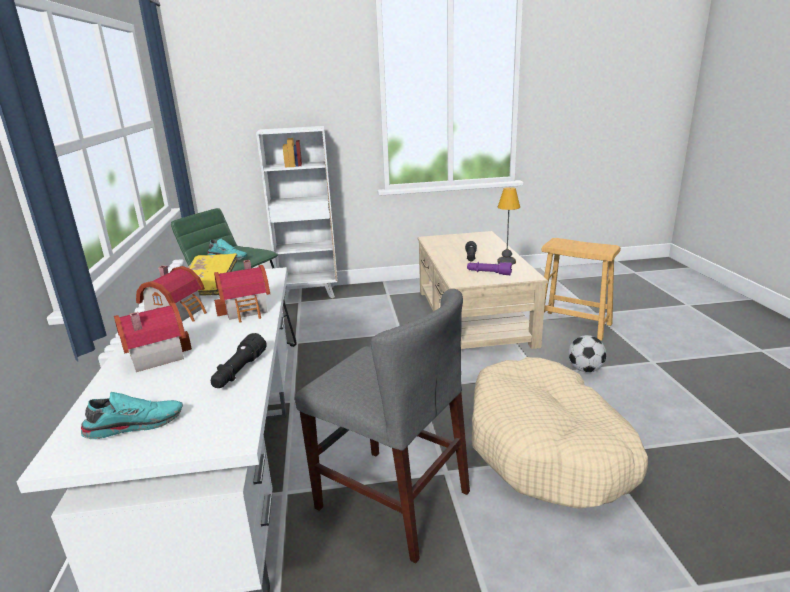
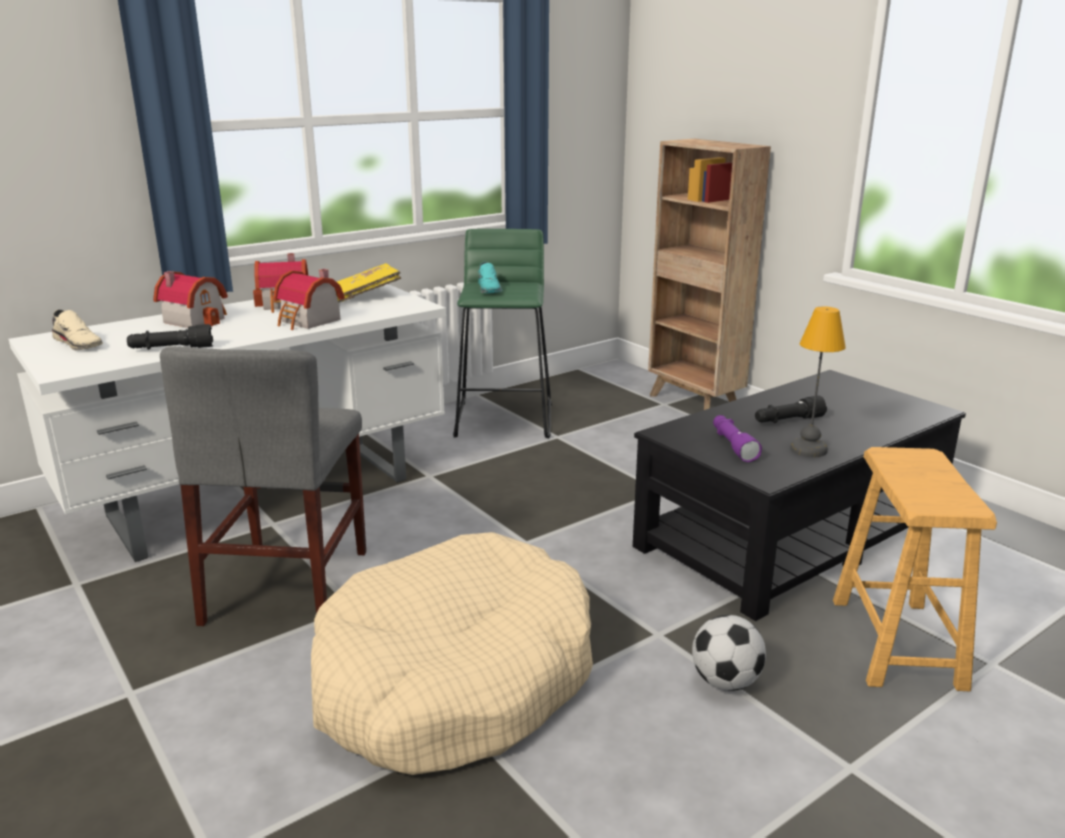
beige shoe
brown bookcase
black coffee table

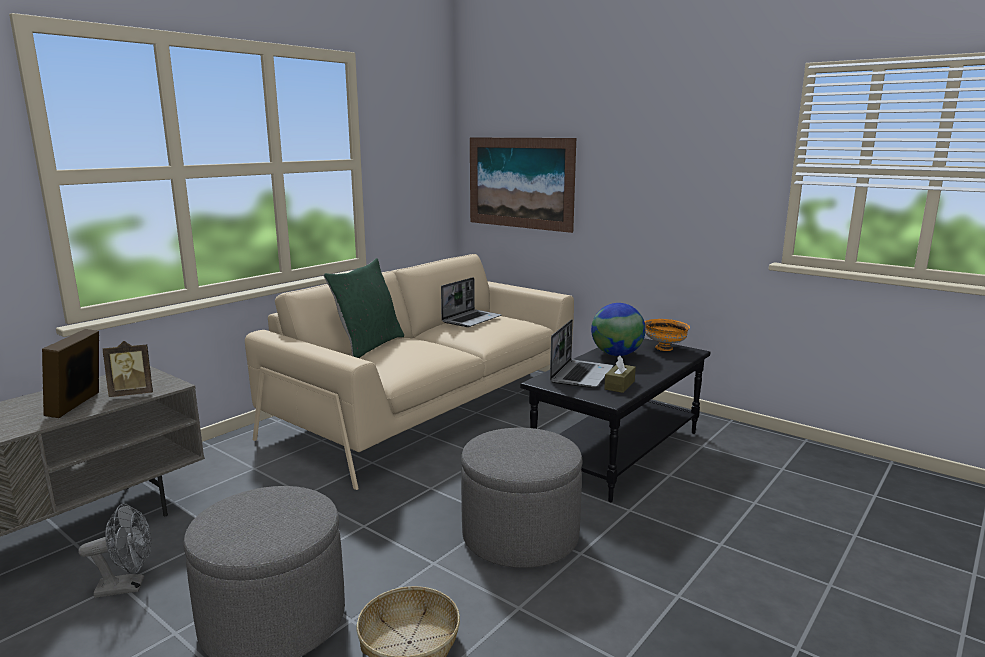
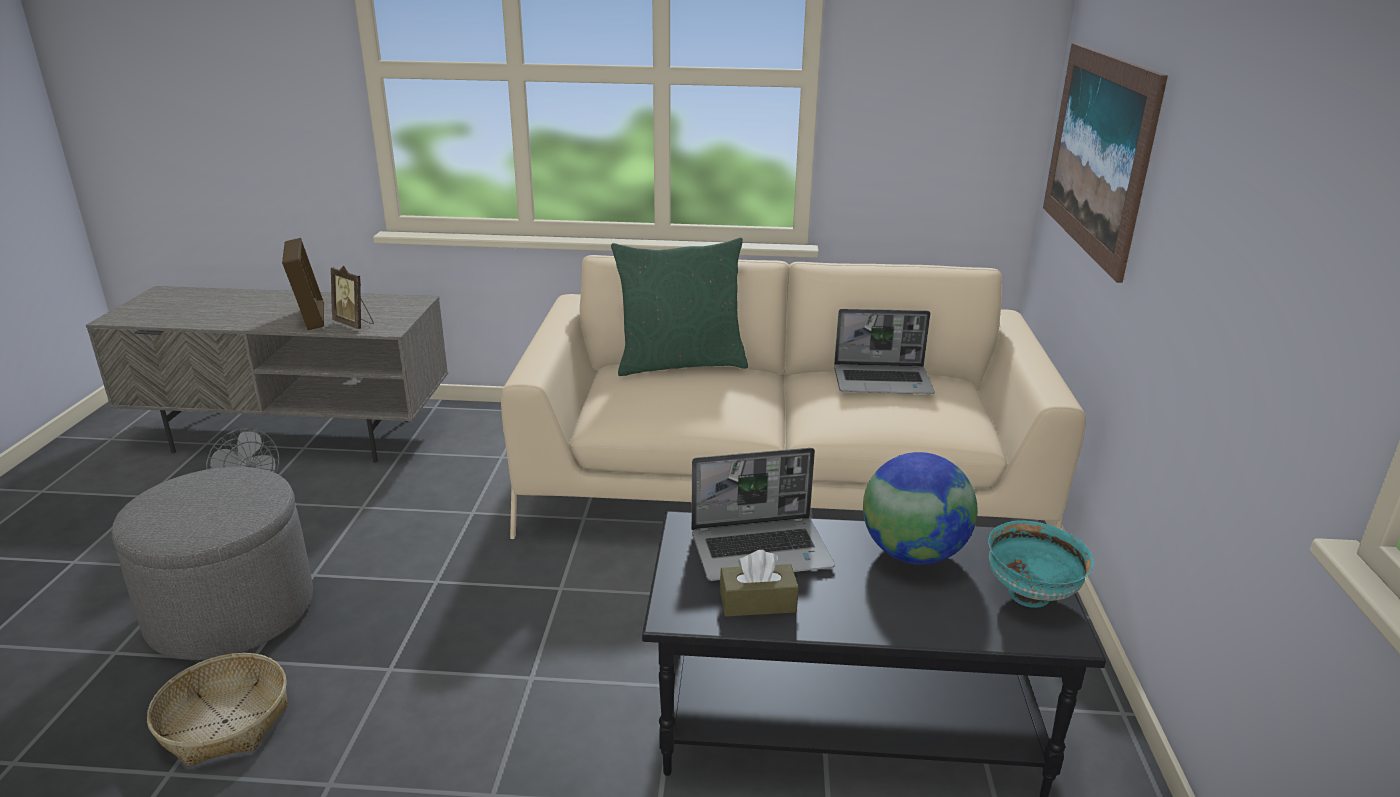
grey ottoman (2nd from left in the first image)
turquoise bowl
picture frame (1st from left)

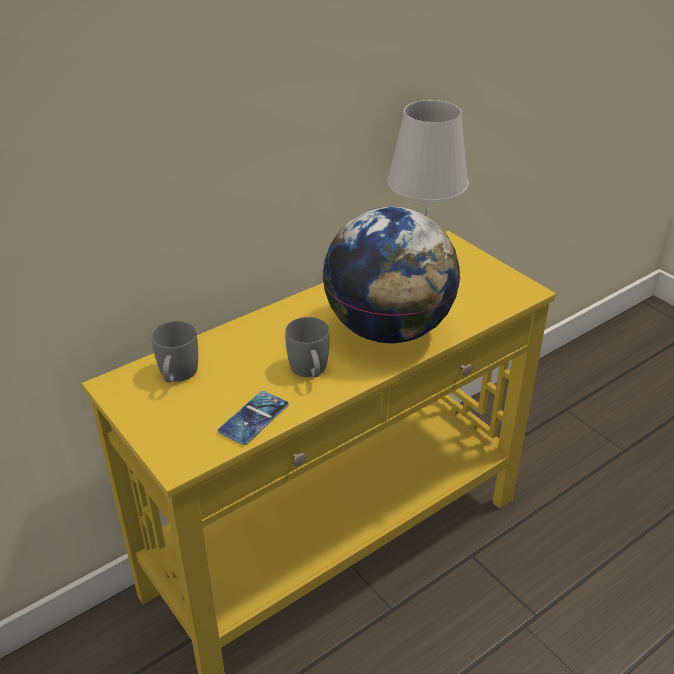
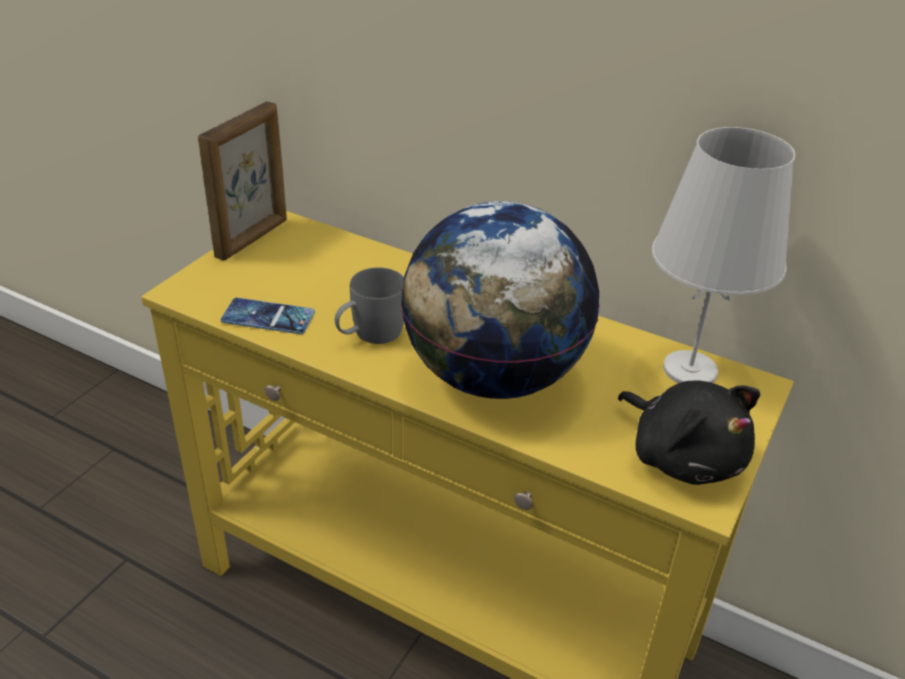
grey mug (1st from left in the first image)
picture frame
black plush toy

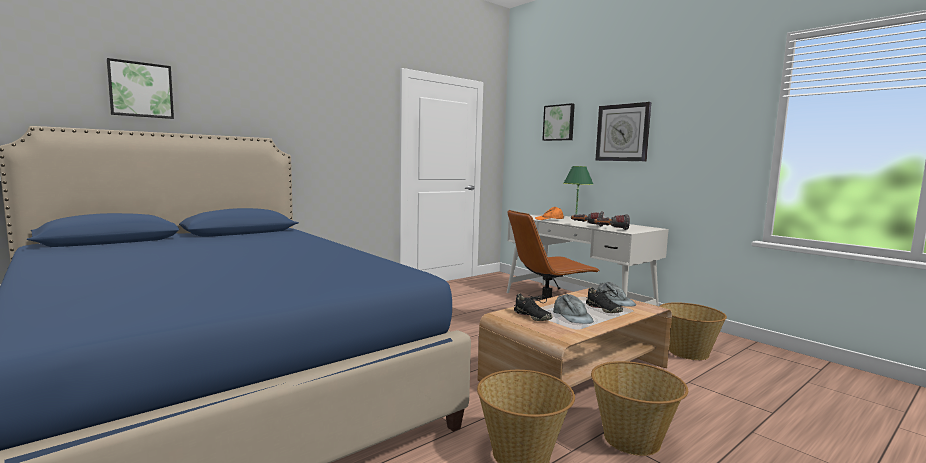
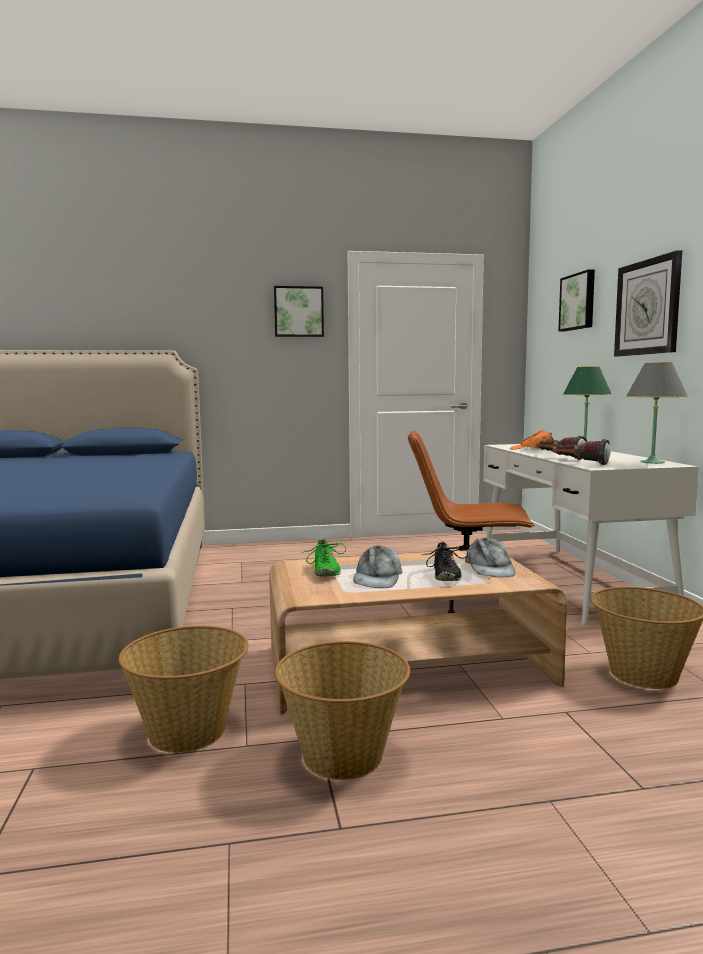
grey table lamp
picture (1st from left)
green shoe

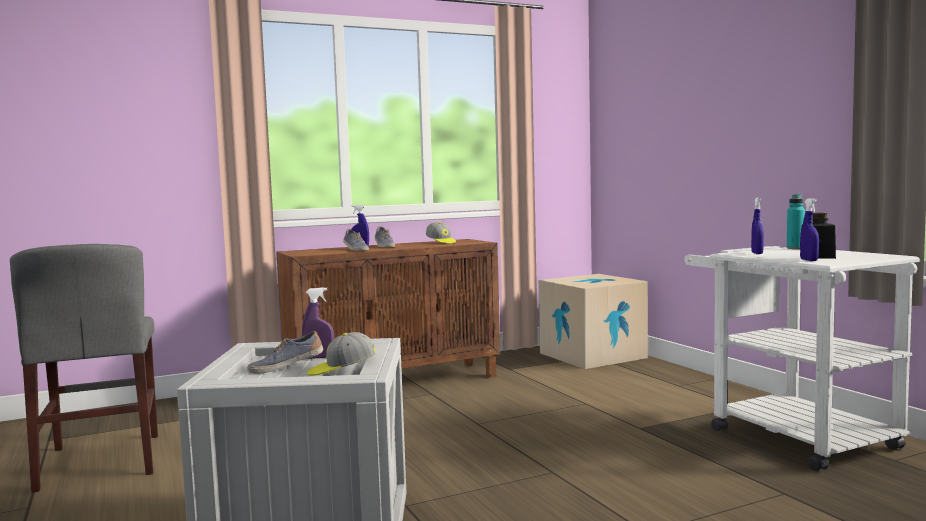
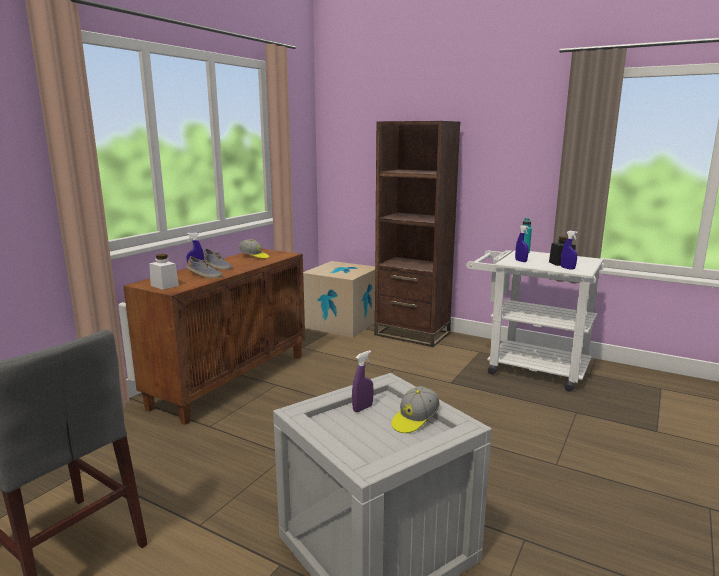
shoe (1st from left in the first image)
white jar
brown bookcase

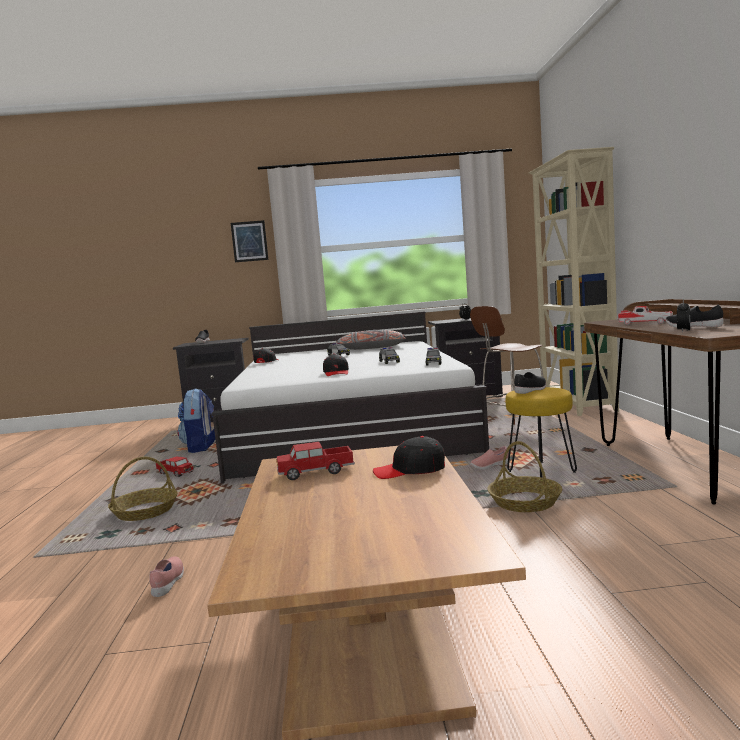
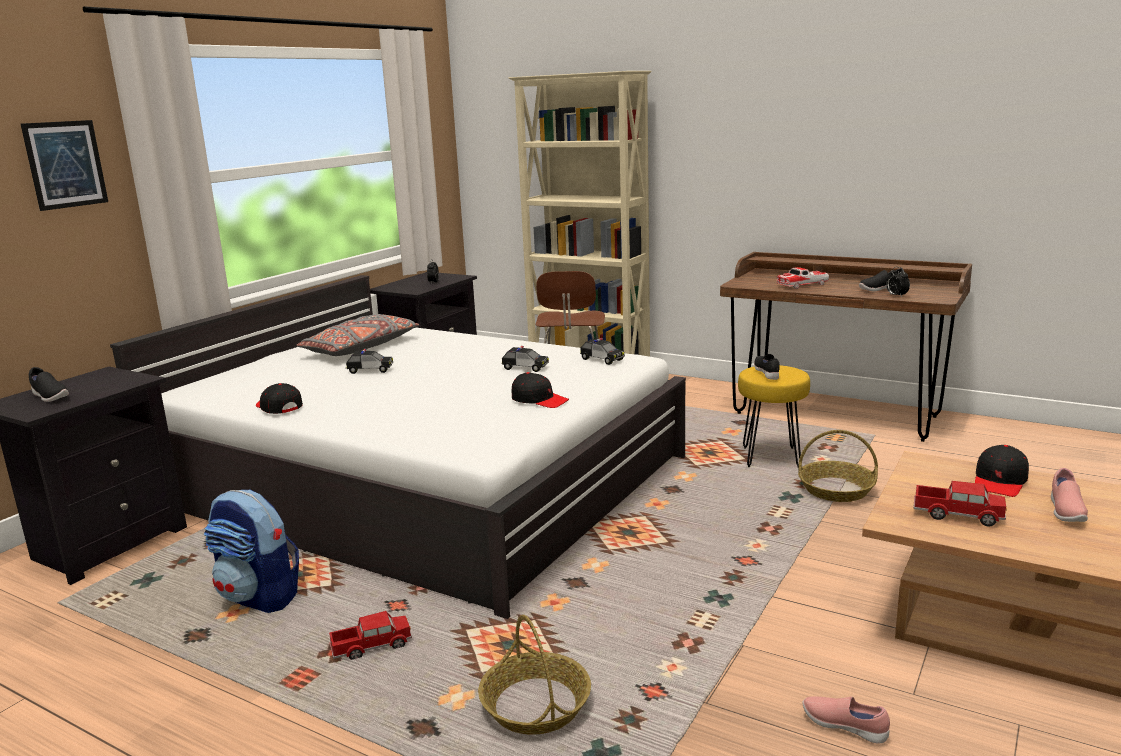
pink shoe (2nd from left)
toy truck (2nd from left)

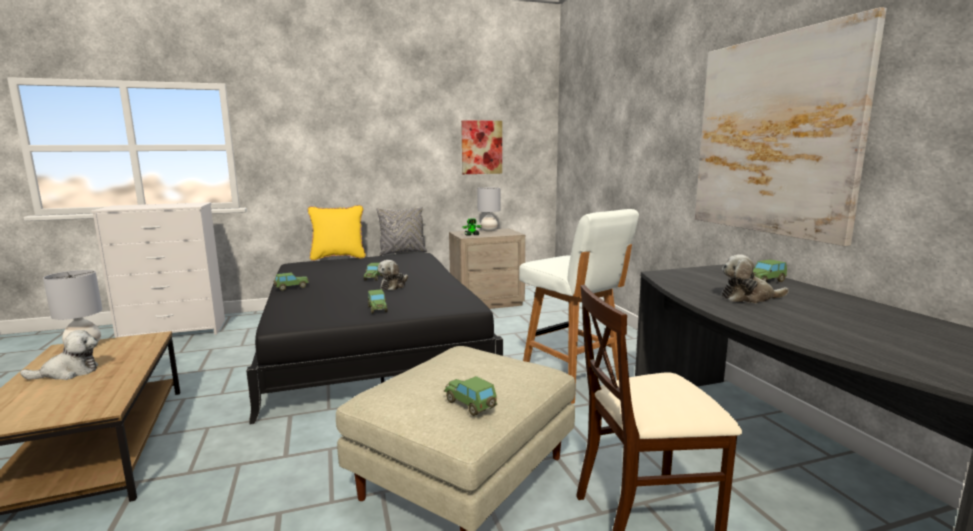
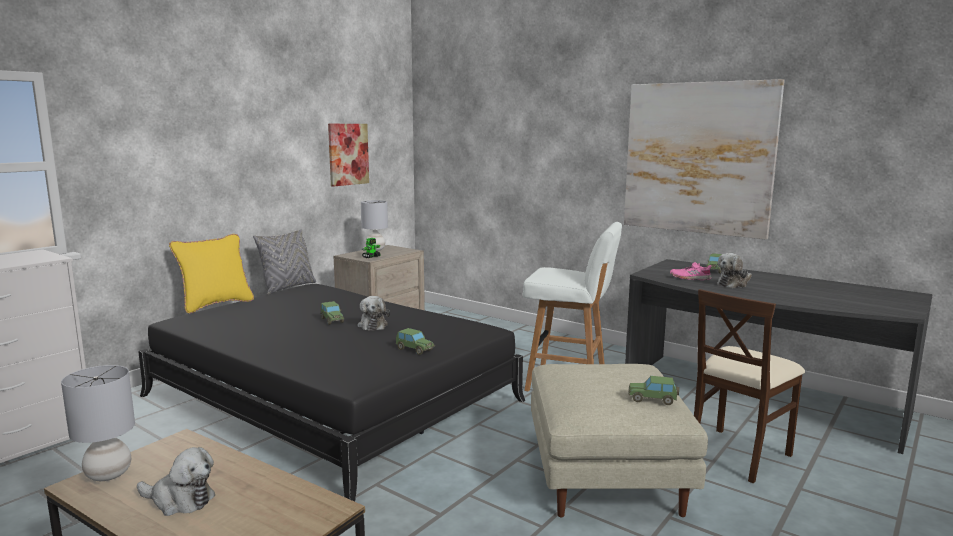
toy car (1st from left in the first image)
pink shoe
plush toy (1st from left)

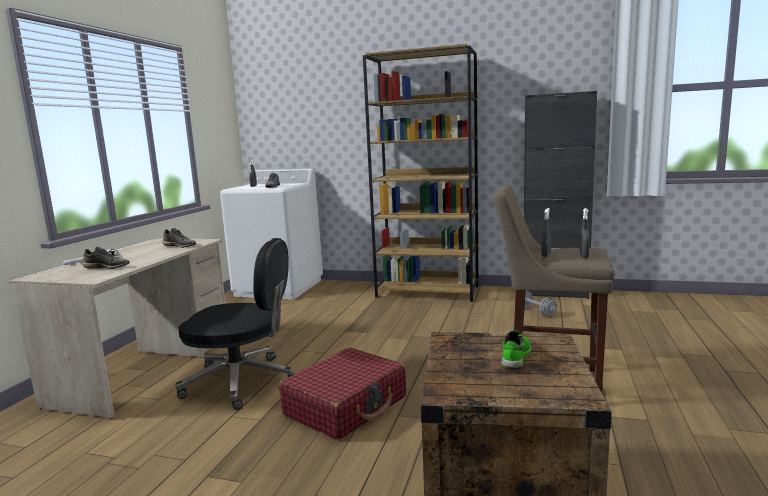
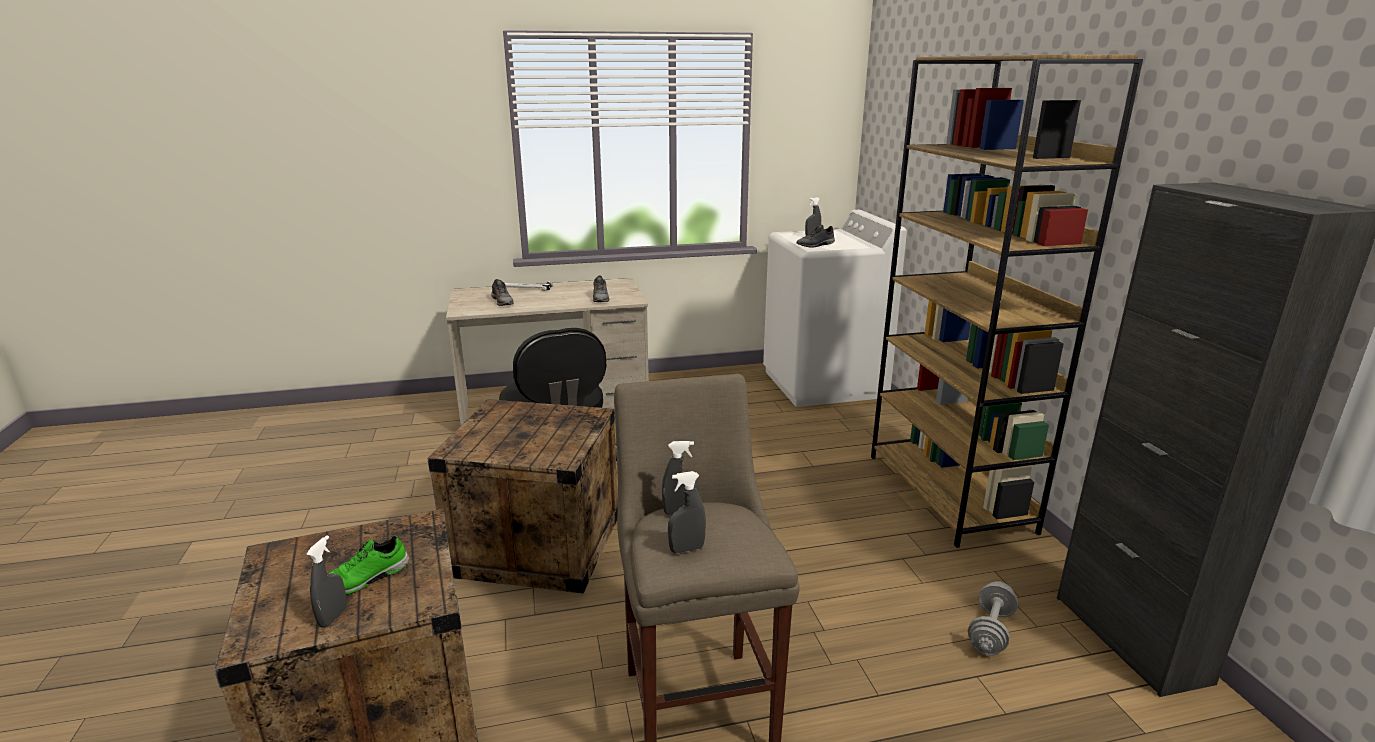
grey spray bottle (1st from left)
crate (2nd from left)
green shoe

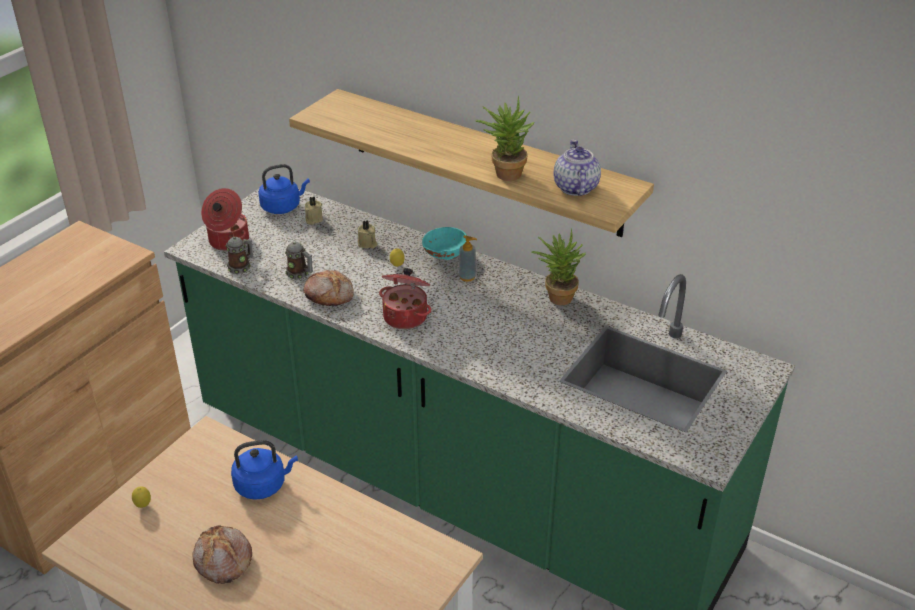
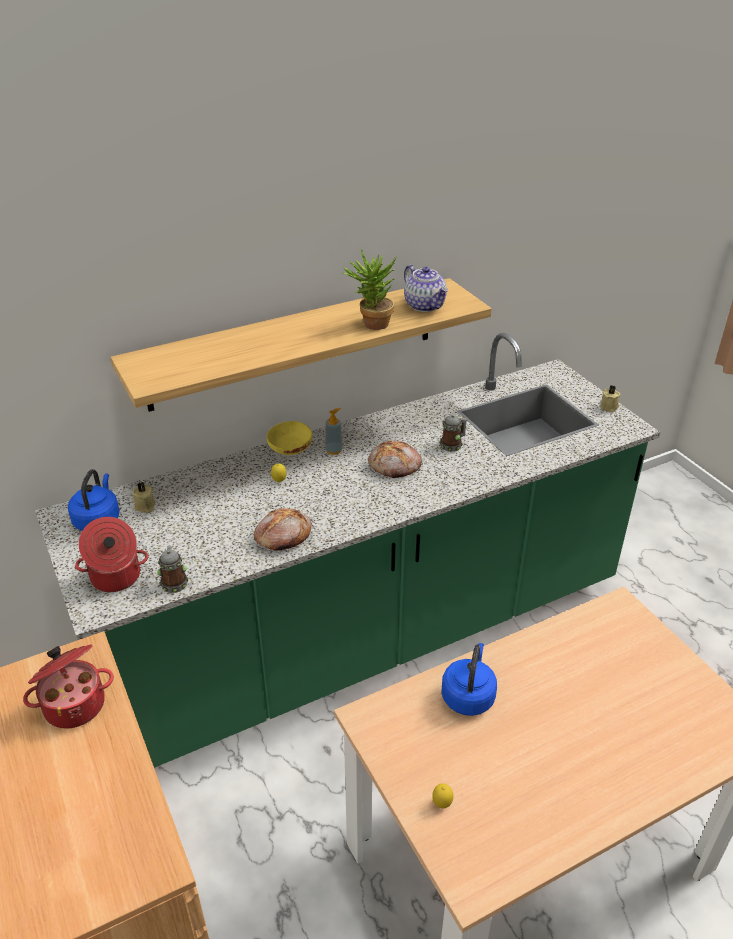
potted plant (2nd from left in the first image)
bread (2nd from left)
mug (2nd from left)
beige candle (2nd from left)
cooking pot (1st from left)
yellow bowl
teapot

